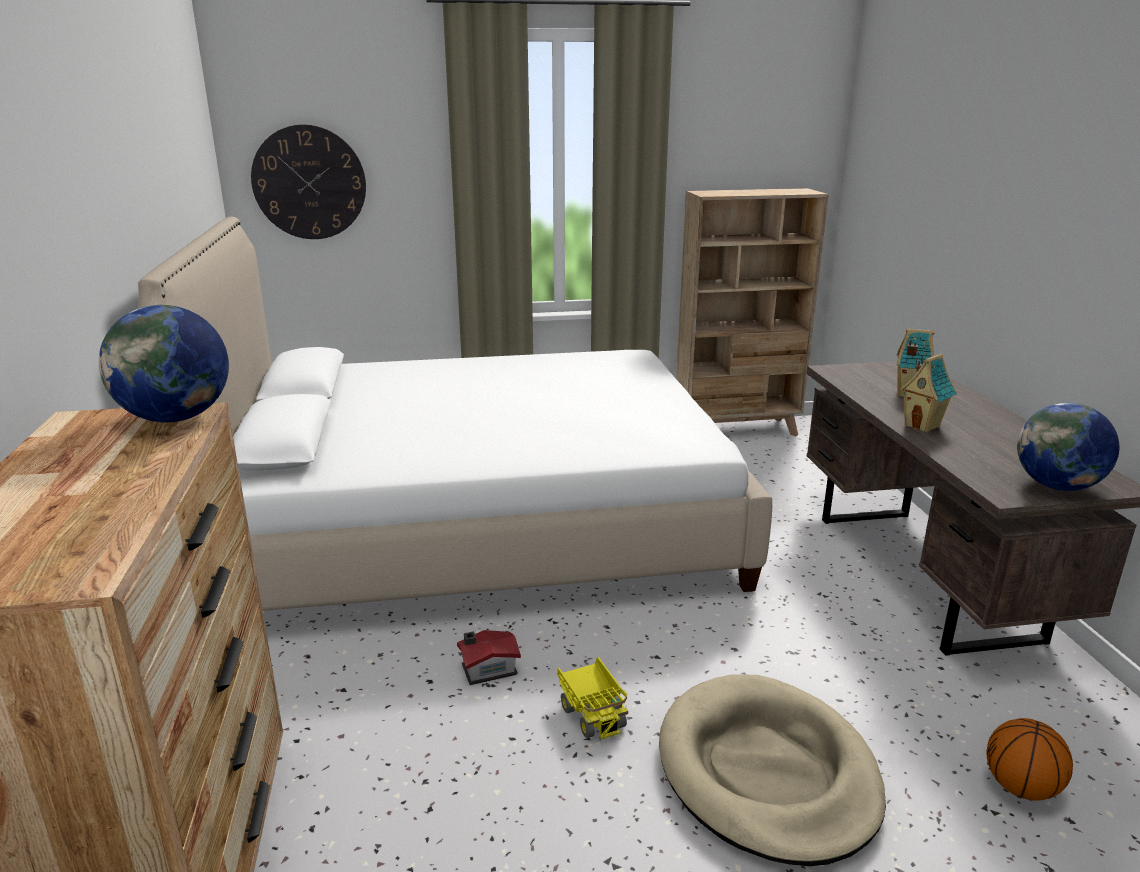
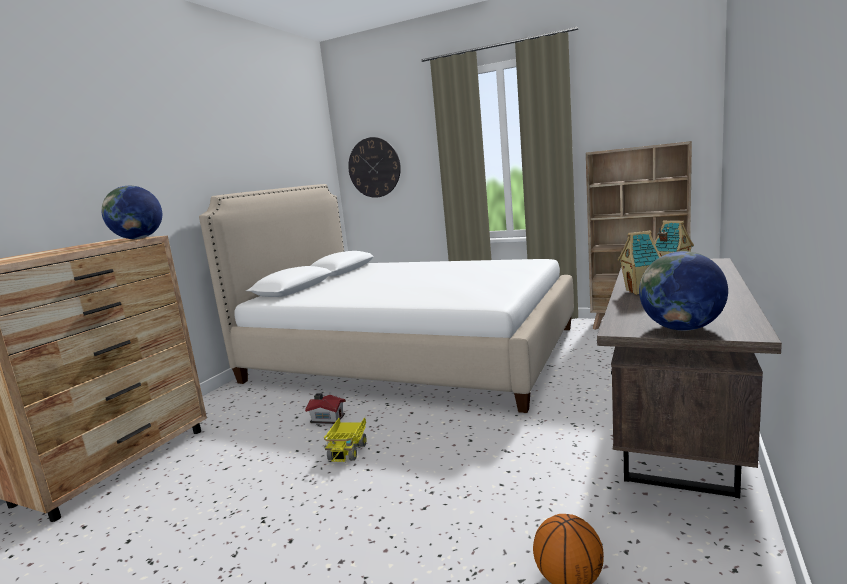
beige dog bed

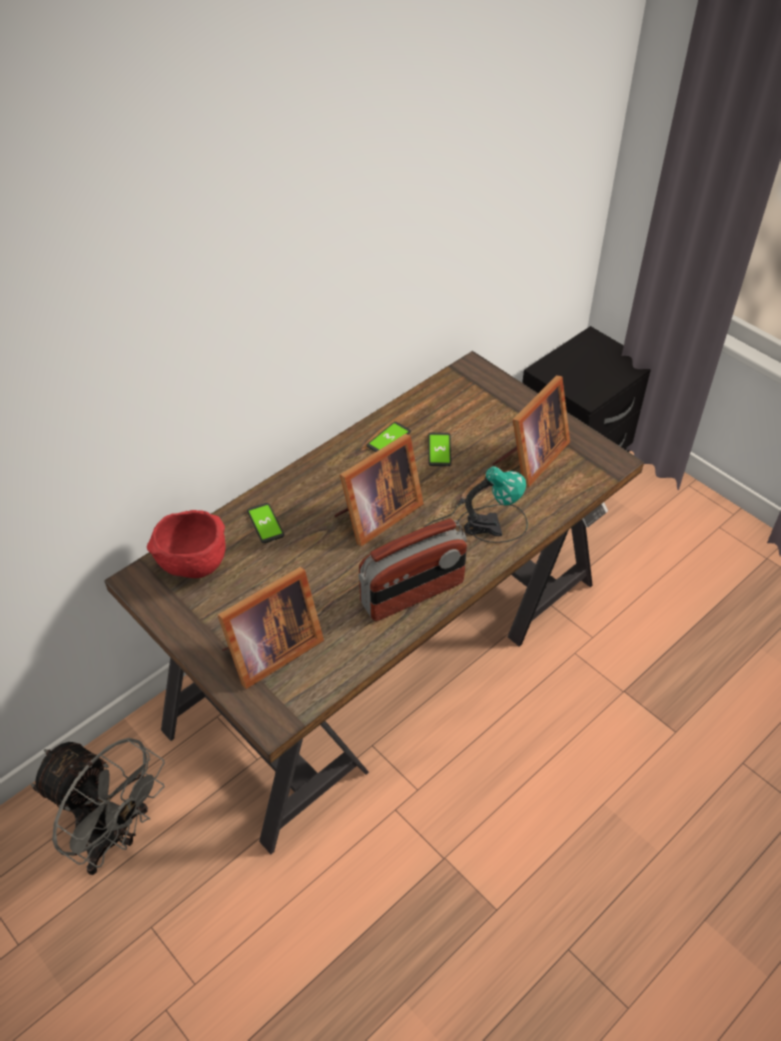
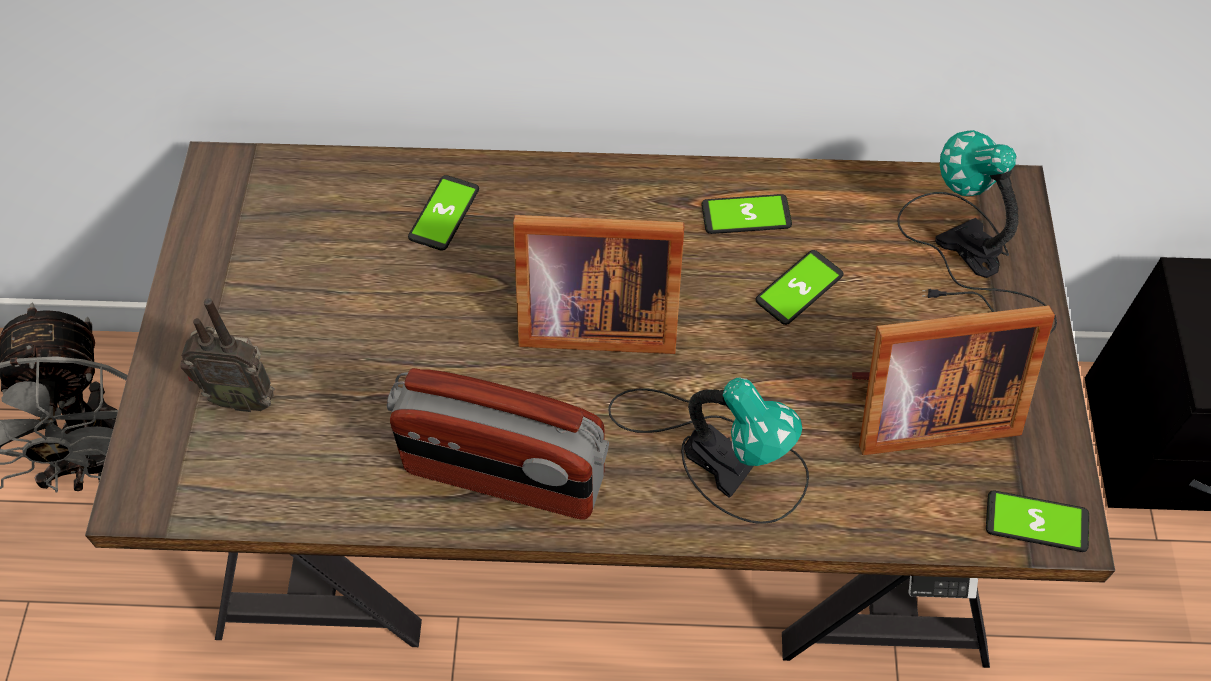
red bowl
table lamp (2nd from left)
phone (4th from left)
radio (1st from left)

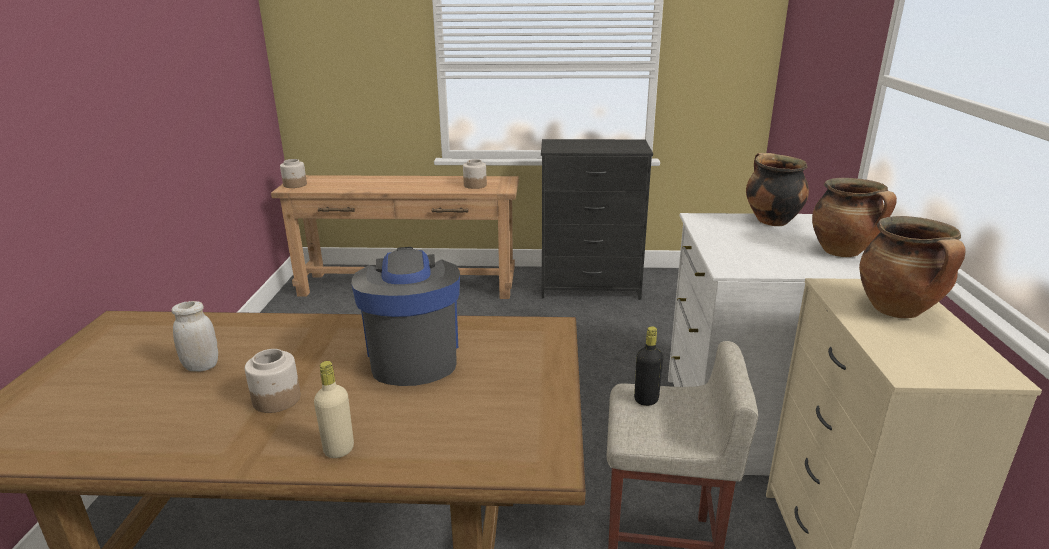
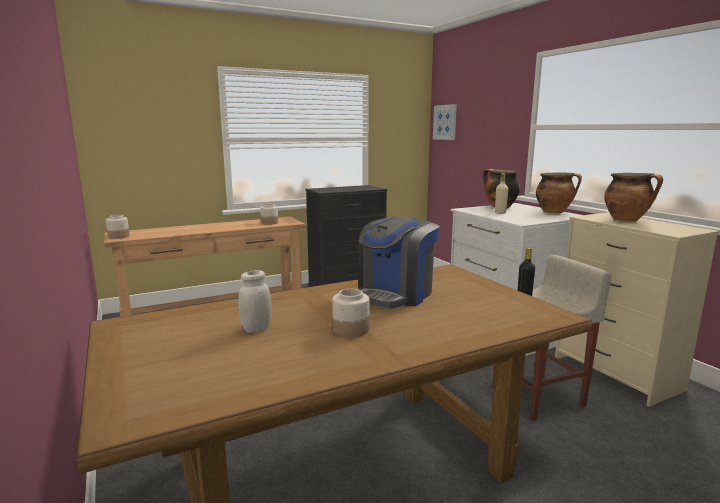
picture
beige bottle
coffee machine

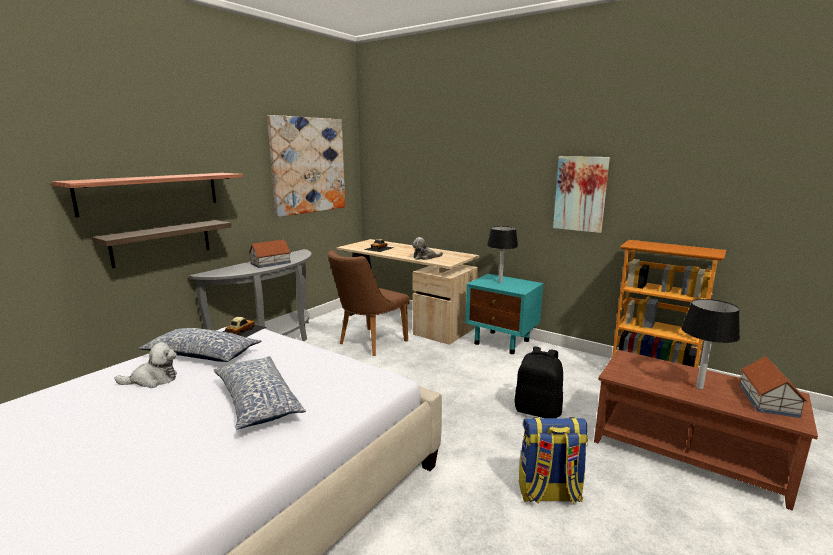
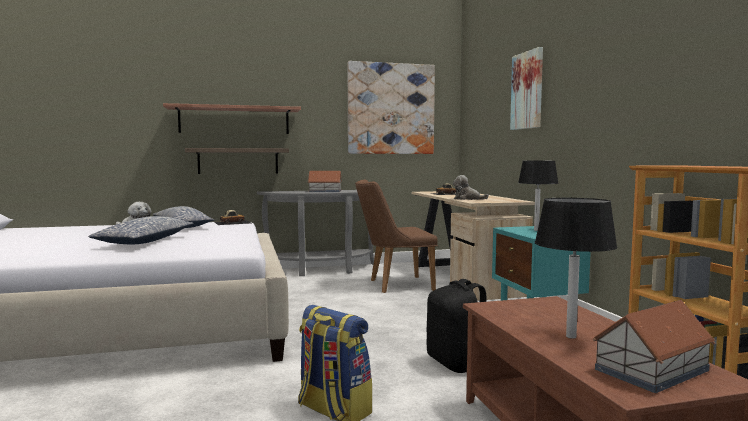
picture (2nd from left)

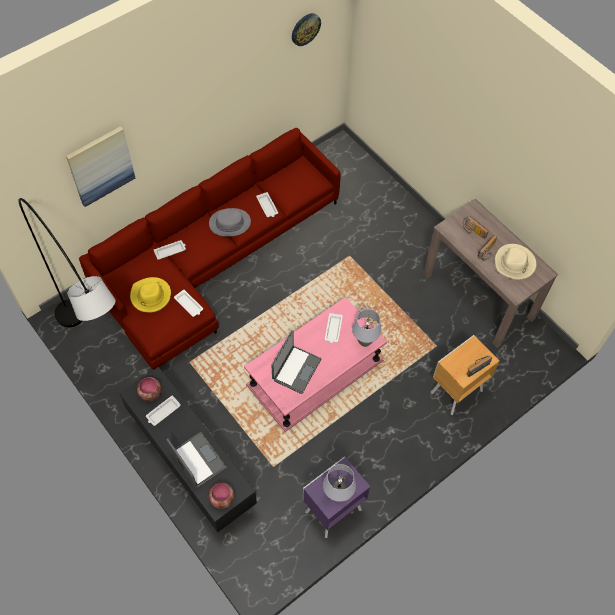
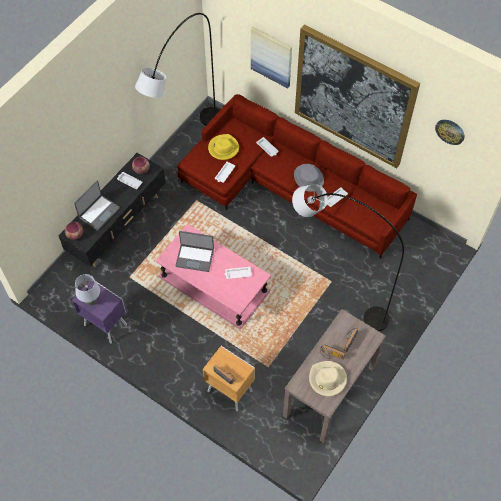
grey table lamp (2nd from left in the first image)
grey floor lamp (2nd from left)
picture (2nd from left)

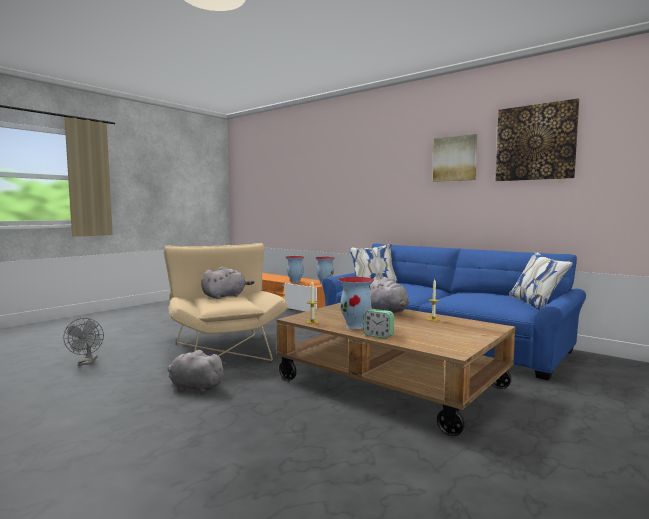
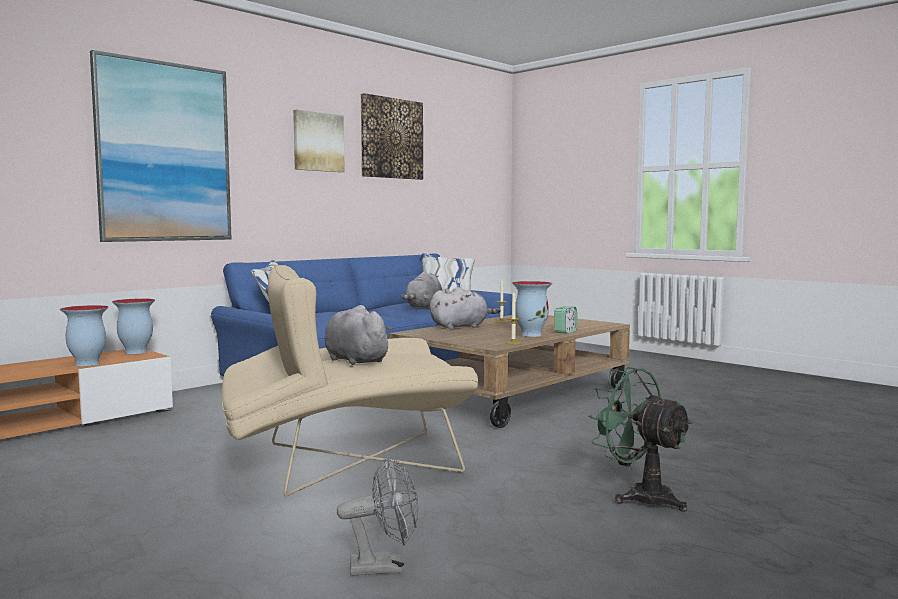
picture (1st from left)
green fan
grey plush toy (2nd from left)

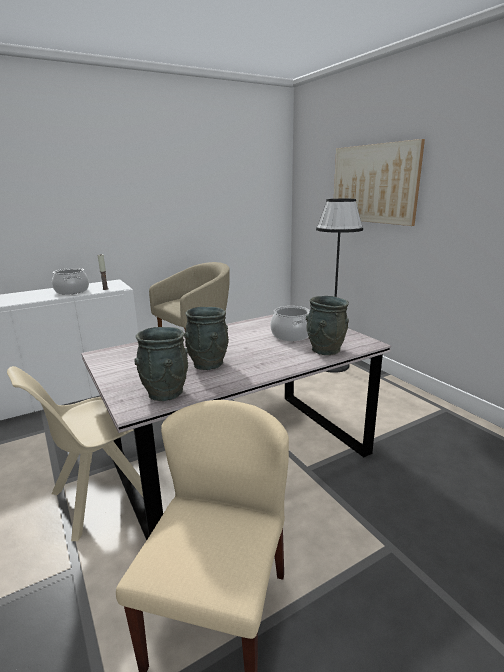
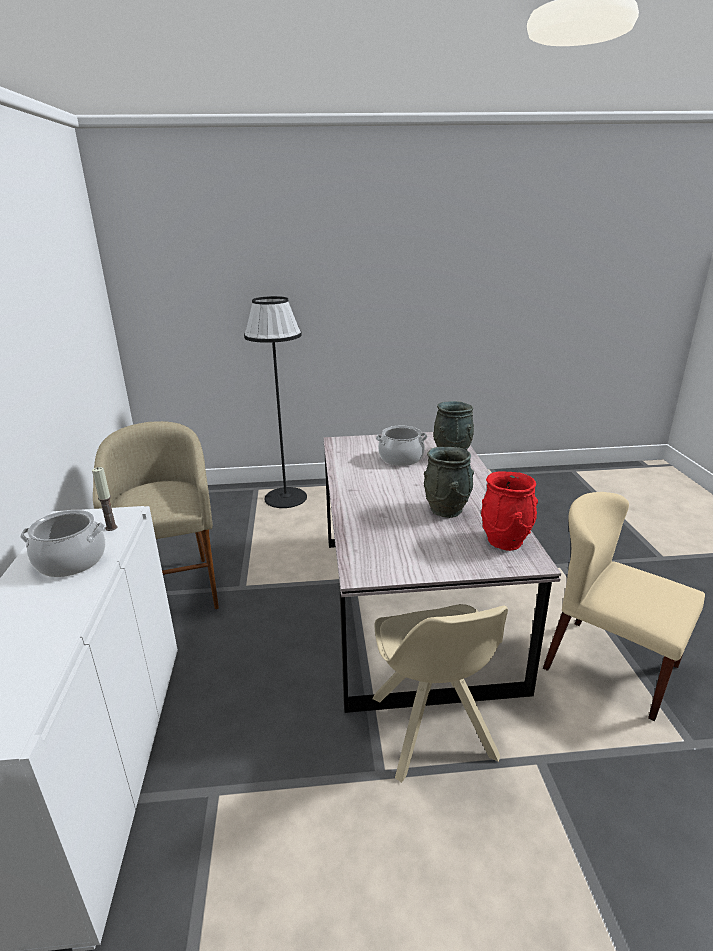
picture
red vase

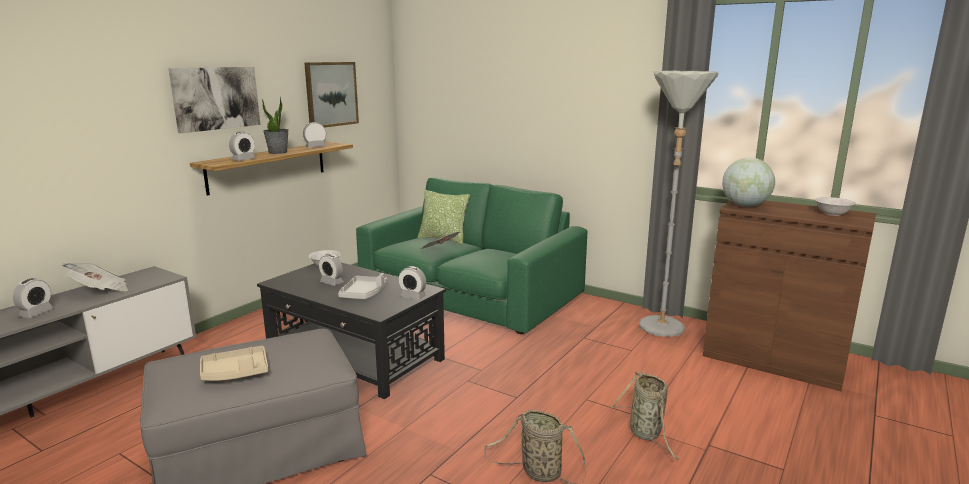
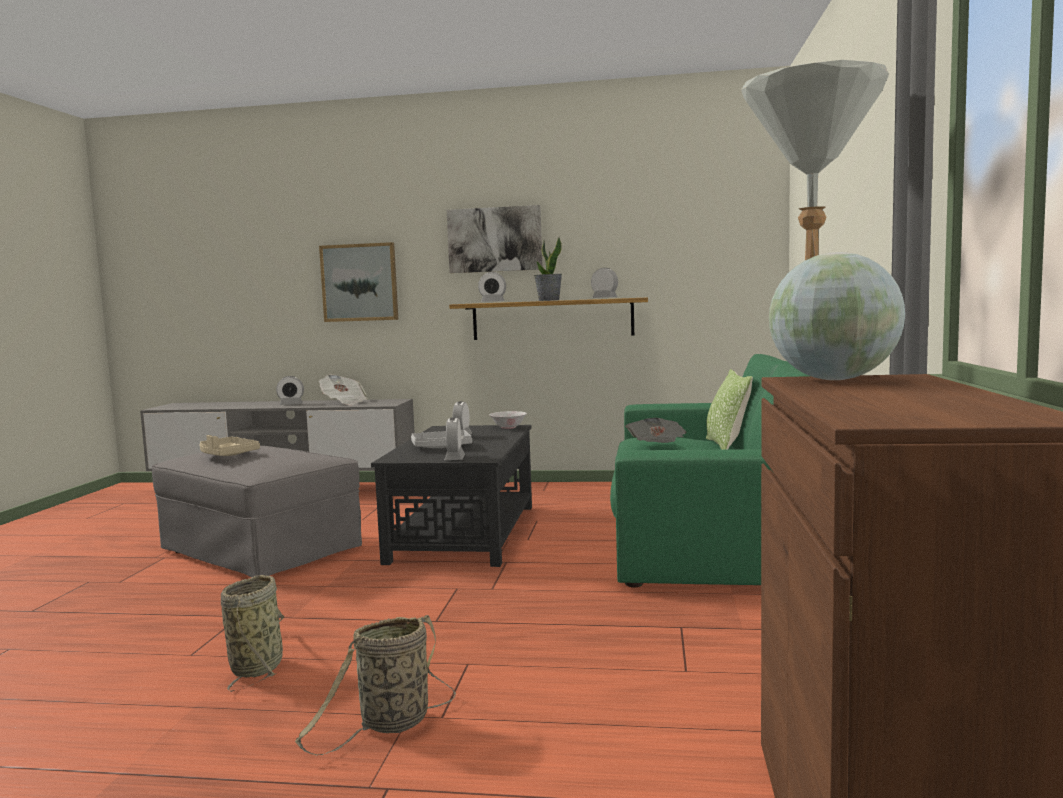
white bowl (2nd from left in the first image)
picture (1st from left)

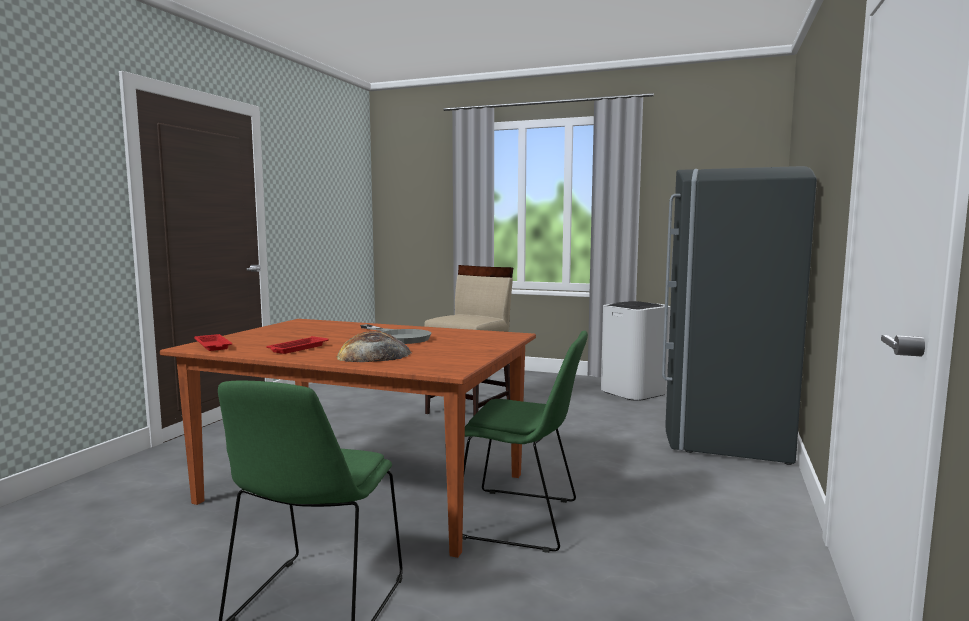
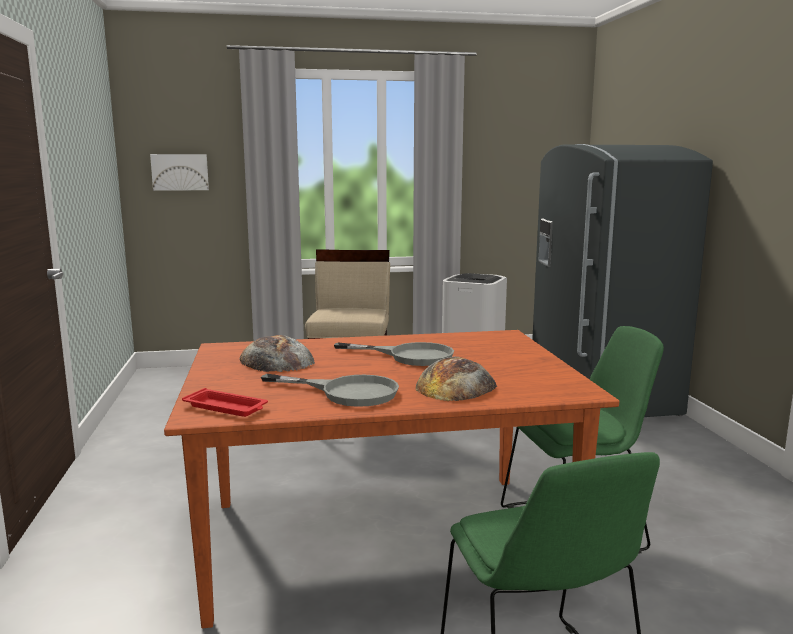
picture
bread (1st from left)
grey frying pan (1st from left)

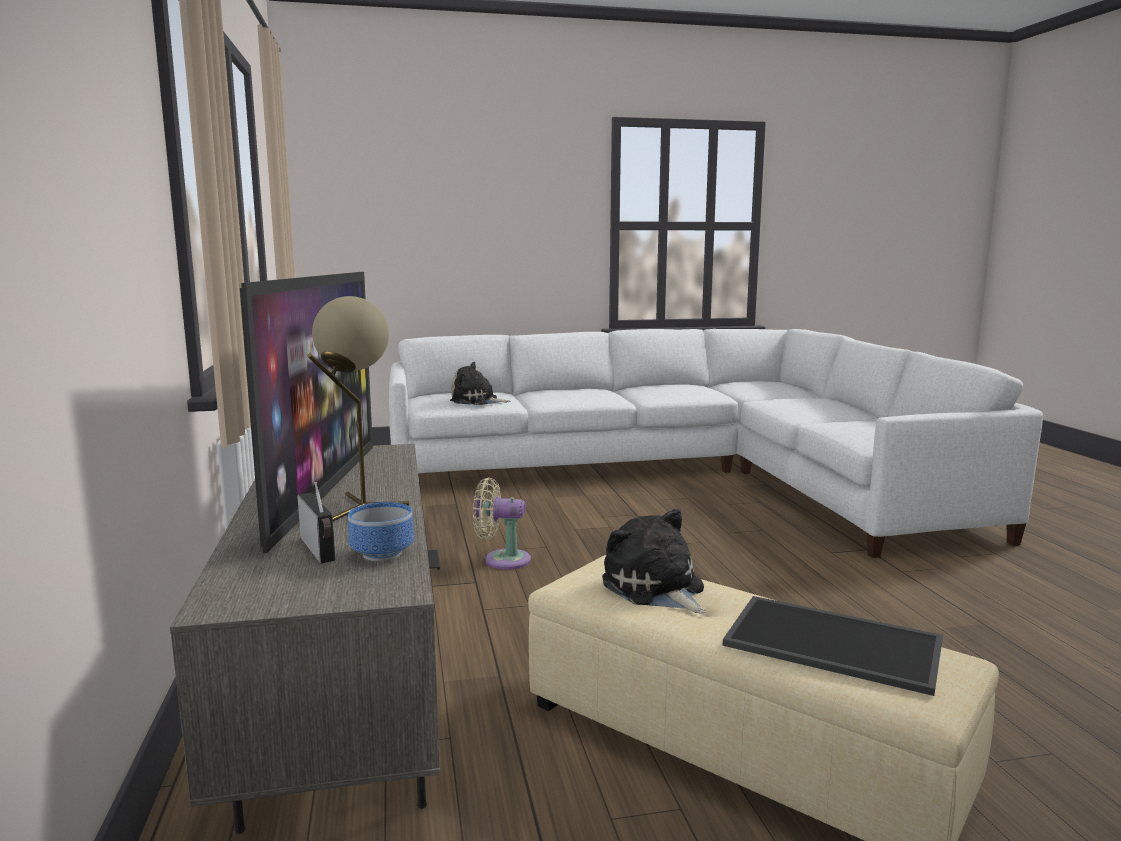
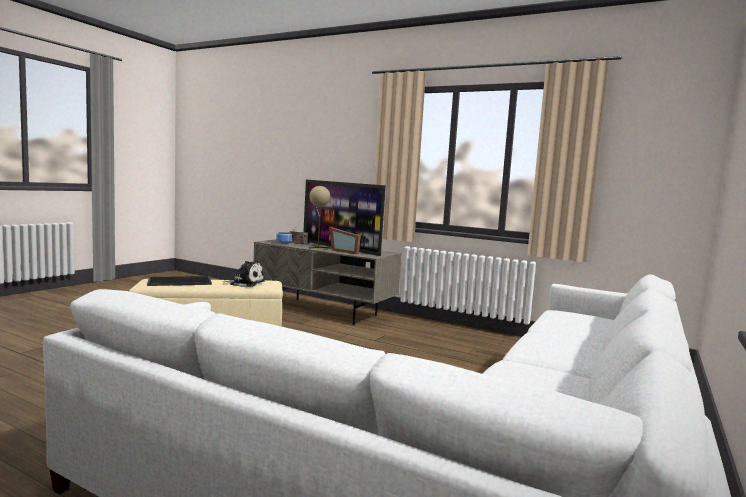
plush toy (1st from left in the first image)
beige fan
picture frame

